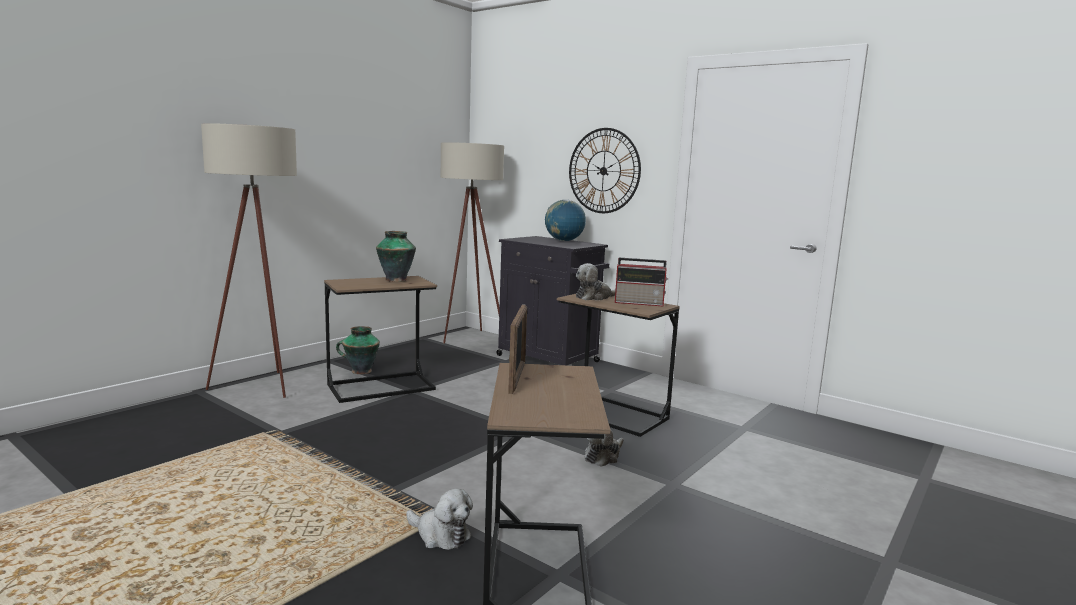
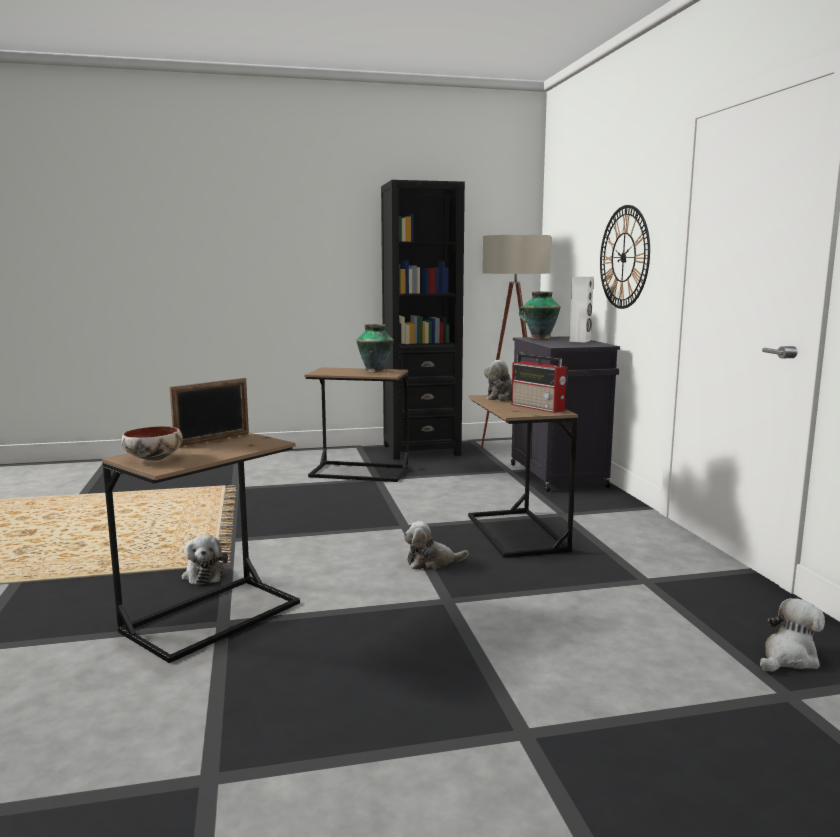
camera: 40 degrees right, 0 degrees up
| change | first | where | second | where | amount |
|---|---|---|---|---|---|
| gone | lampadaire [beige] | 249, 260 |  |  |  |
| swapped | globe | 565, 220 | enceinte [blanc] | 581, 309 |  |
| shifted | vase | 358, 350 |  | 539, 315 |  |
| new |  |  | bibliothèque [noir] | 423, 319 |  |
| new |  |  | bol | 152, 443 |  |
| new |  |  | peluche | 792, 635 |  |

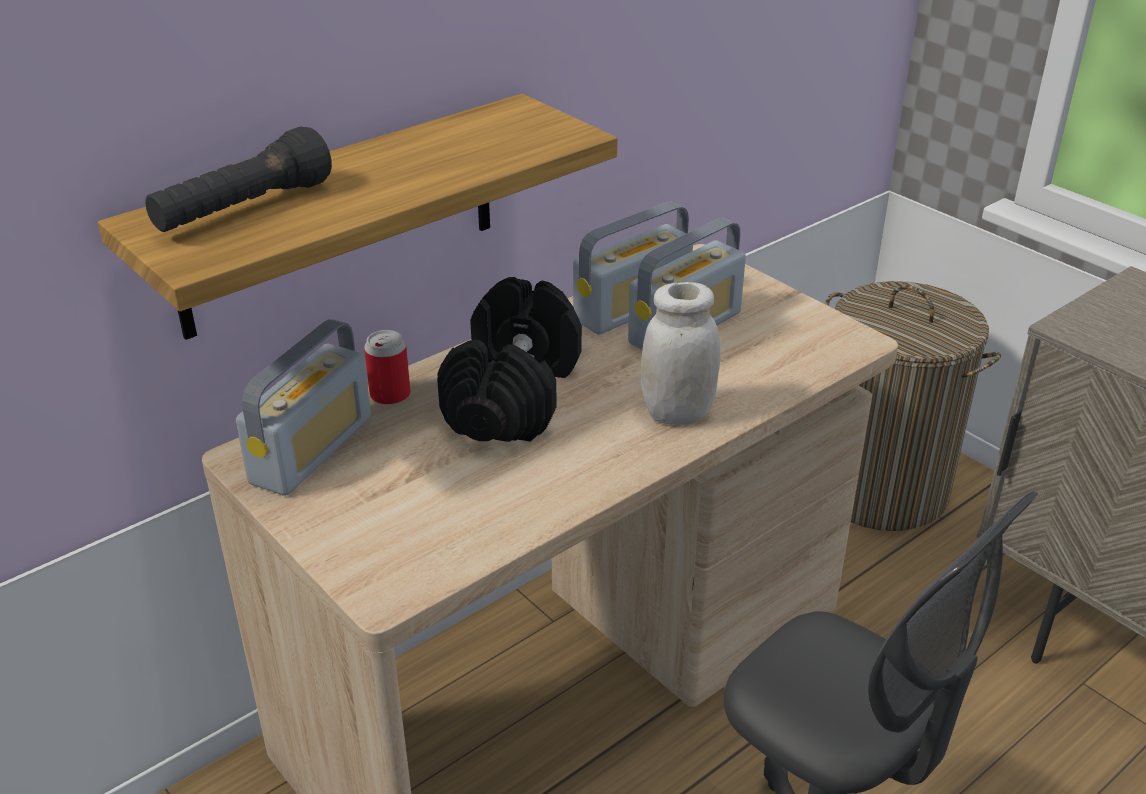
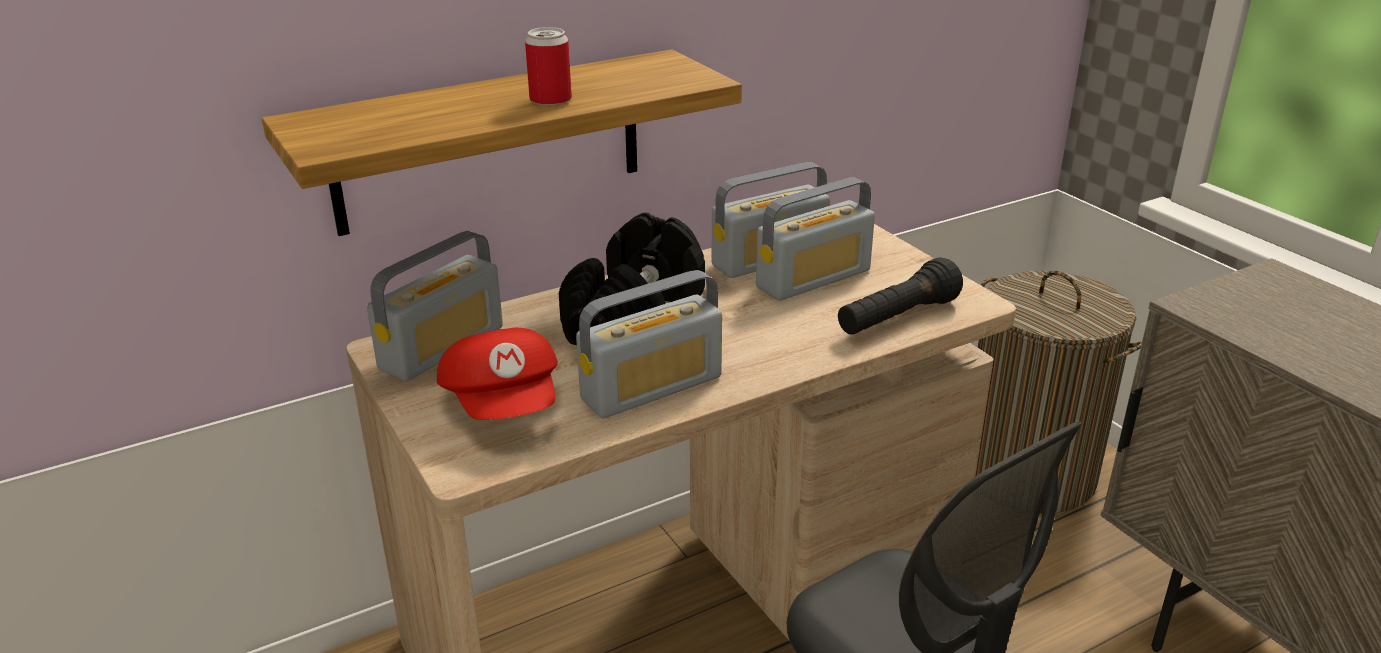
camera: 10 degrees right, 5 degrees down
| change | first | where | second | where | amount |
|---|---|---|---|---|---|
| shifted | lampe de poche [noir] | 238, 179 |  | 900, 296 |  |
| gone | bocal [blanc] | 680, 353 |  |  |  |
| shifted | boîte métallique | 387, 367 |  | 548, 66 |  |
| new |  |  | radio | 649, 344 |  |
| new |  |  | casquette [rouge] | 497, 374 |  |

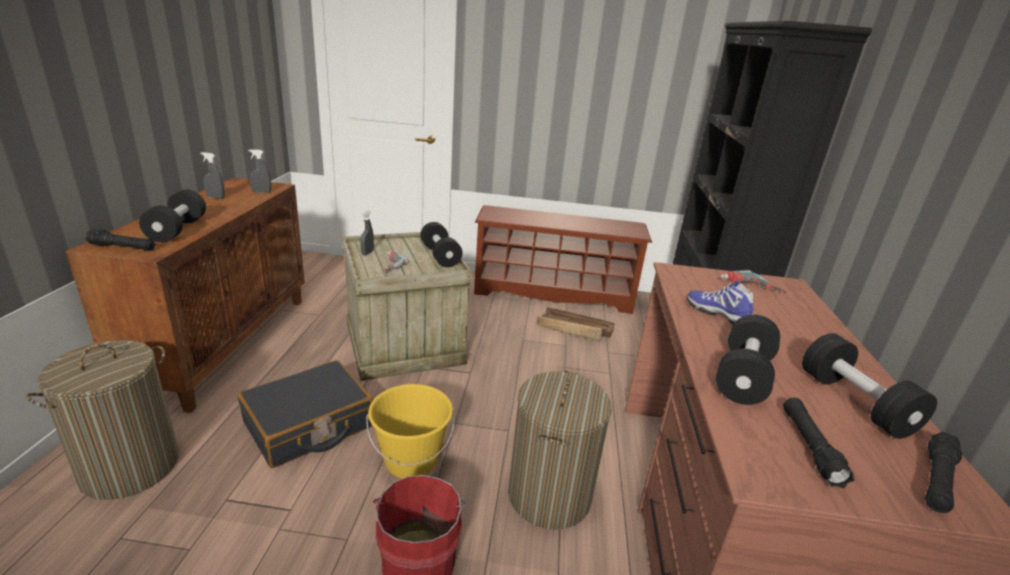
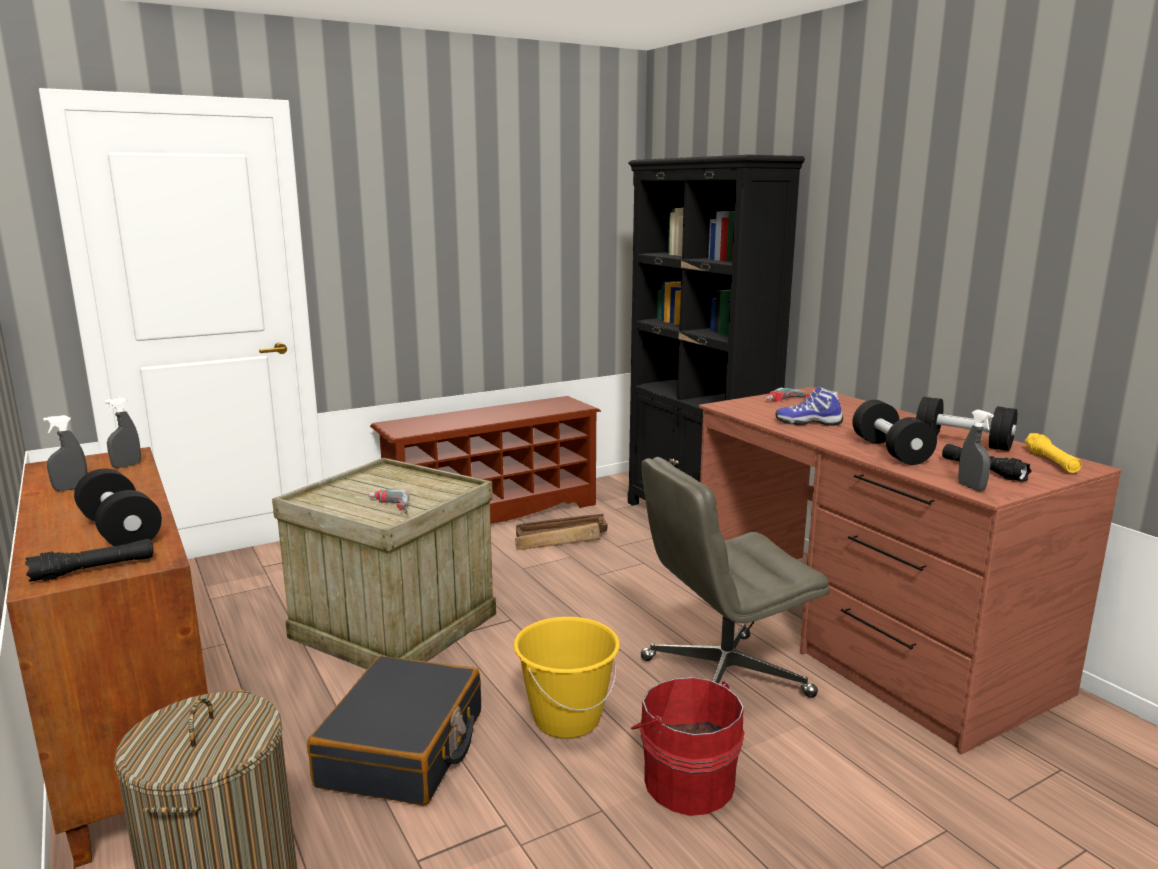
camera: 35 degrees left, 10 degrees down
| change | first | where | second | where | amount |
|---|---|---|---|---|---|
| shifted | vaporisateur [gris] | 367, 233 |  | 976, 450 |  |
| gone | haltère [noir] | 441, 244 |  |  |  |
| swapped | panier à linge | 560, 450 | chaise de bureau [gris] | 735, 577 |  |
| repainted | lampe de poche [noir] | 943, 472 | lampe de poche [jaune] | 1053, 453 |  |

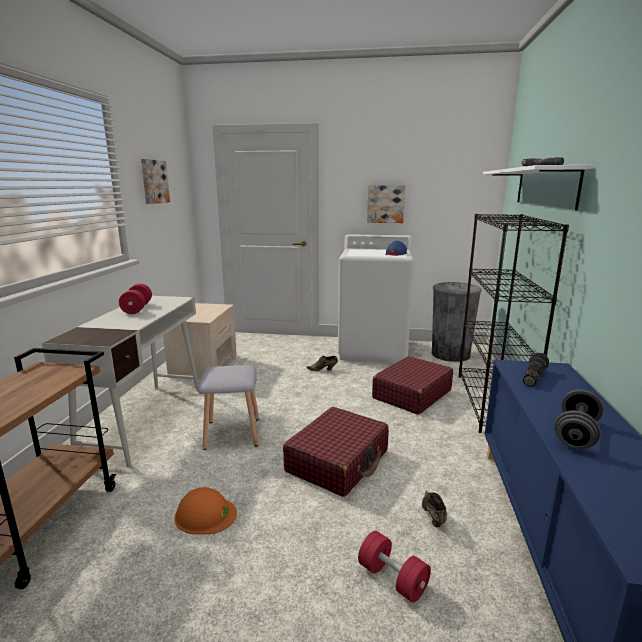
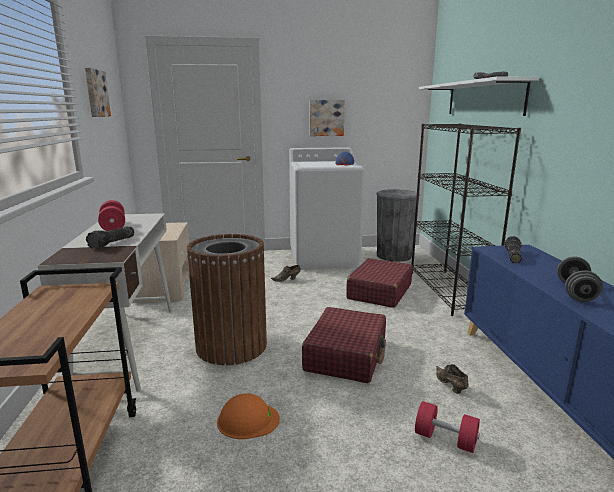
camera: 15 degrees left, 0 degrees up
| change | first | where | second | where | amount |
|---|---|---|---|---|---|
| swapped | tabouret [gris] | 228, 407 | poubelle [marron] | 227, 299 |  |
| new |  |  | lampe de poche | 110, 237 |  |

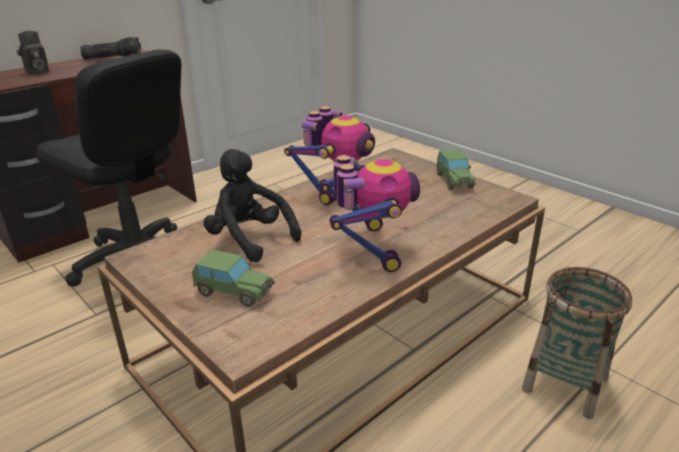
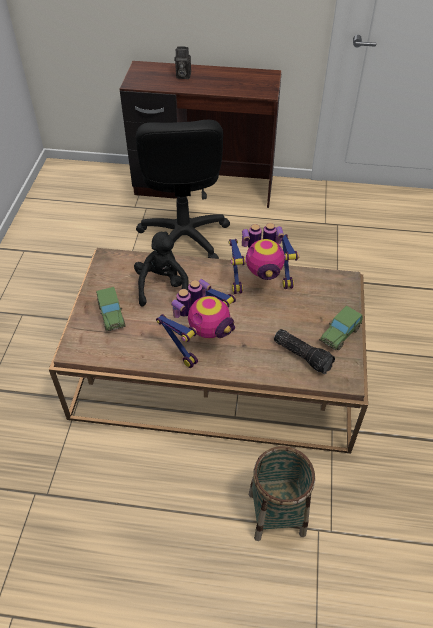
camera: 50 degrees right, 20 degrees up
| change | first | where | second | where | amount |
|---|---|---|---|---|---|
| shifted | lampe de poche | 111, 48 |  | 304, 351 |  |

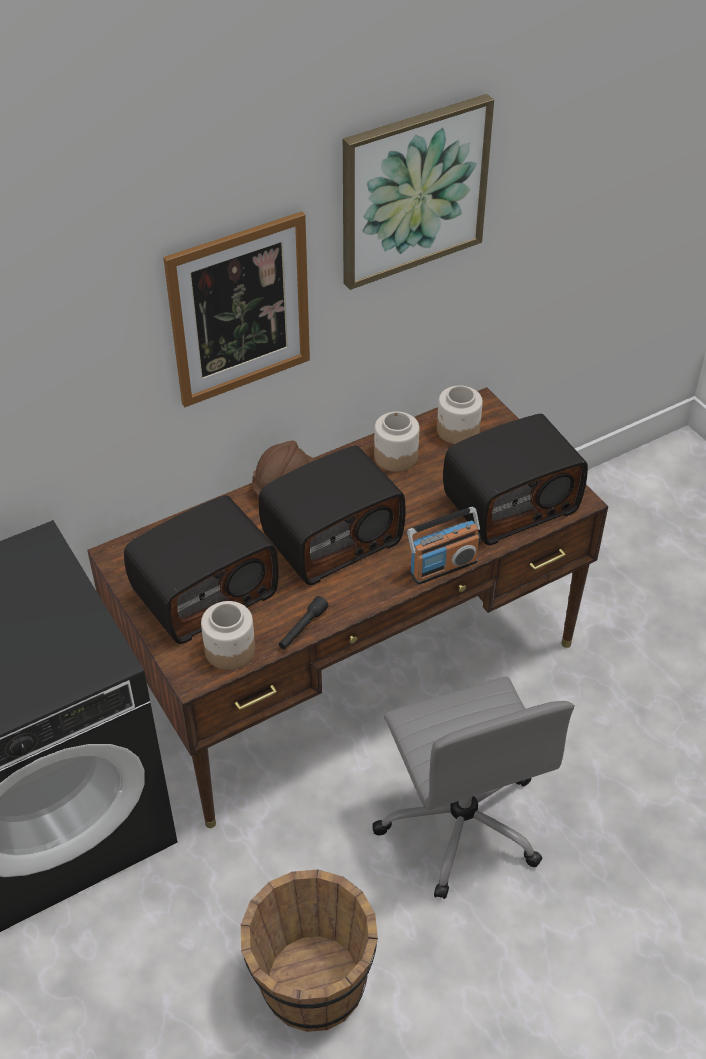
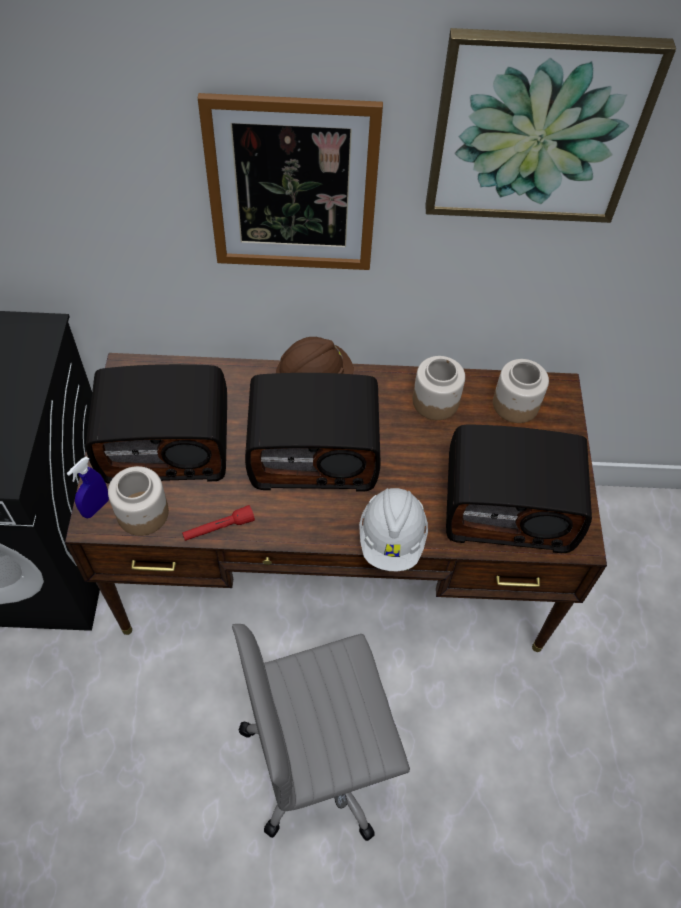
camera: 30 degrees right, 10 degrees up
| change | first | where | second | where | amount |
|---|---|---|---|---|---|
| swapped | radio | 444, 546 | casque de chantier [blanc] | 393, 529 |  |
| repainted | lampe de poche [noir] | 304, 622 | lampe de poche [rouge] | 218, 523 |  |
| rotated | chaise de bureau [gris] | 473, 787 |  | 321, 732 | 60 degrees clockwise |
| gone | seau [marron] | 309, 951 |  |  |  |
| new |  |  | vaporisateur [bleu] | 88, 487 |  |

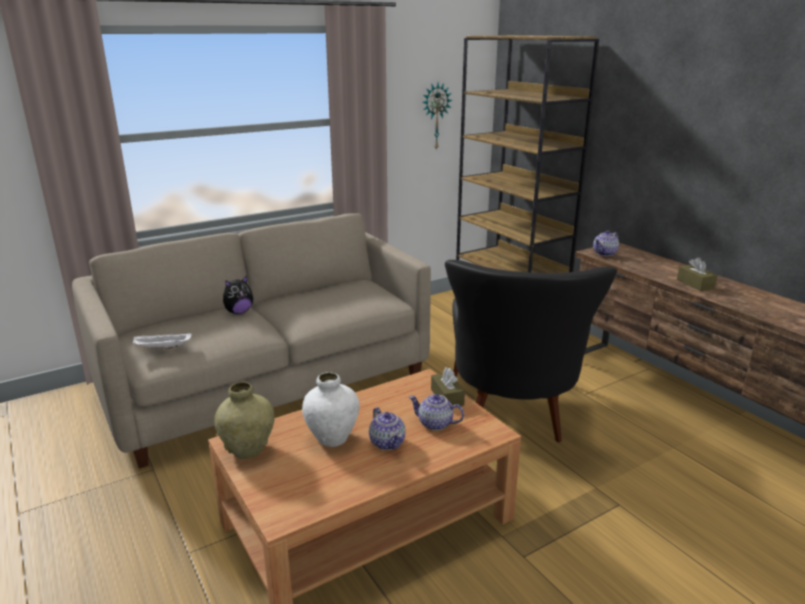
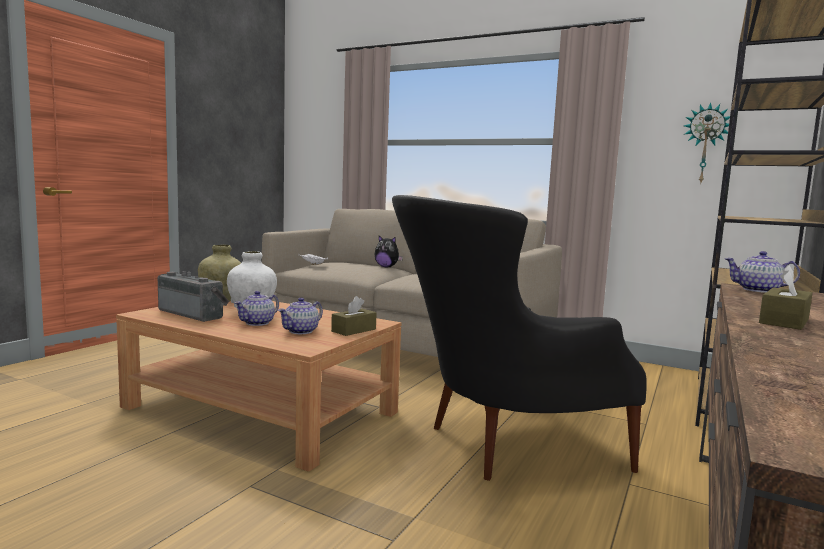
camera: 60 degrees right, 15 degrees down
| change | first | where | second | where | amount |
|---|---|---|---|---|---|
| rotated | théière | 436, 412 |  | 300, 316 | 135 degrees counterclockwise |
| new |  |  | radio | 193, 296 |  |

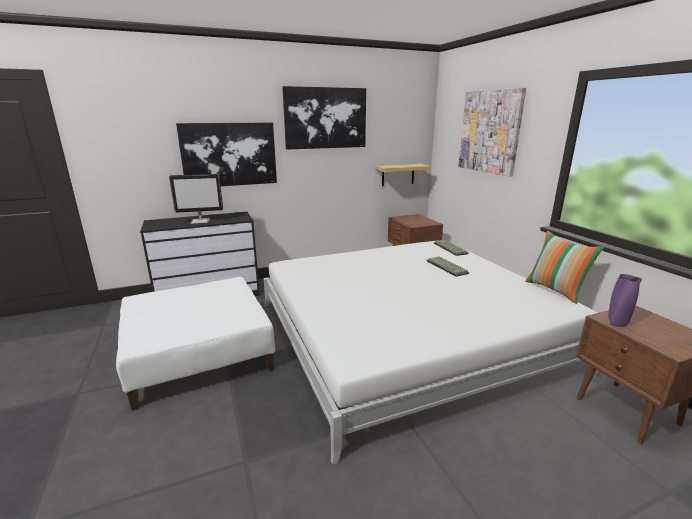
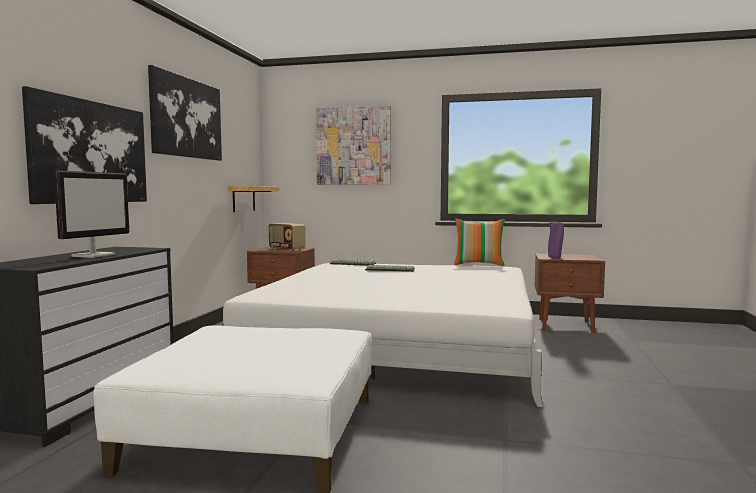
camera: 55 degrees left, 15 degrees down
| change | first | where | second | where | amount |
|---|---|---|---|---|---|
| new |  |  | radio | 287, 237 |  |

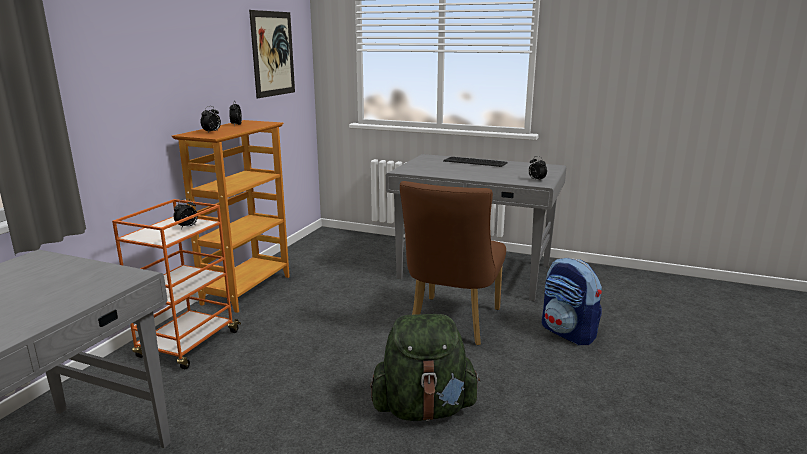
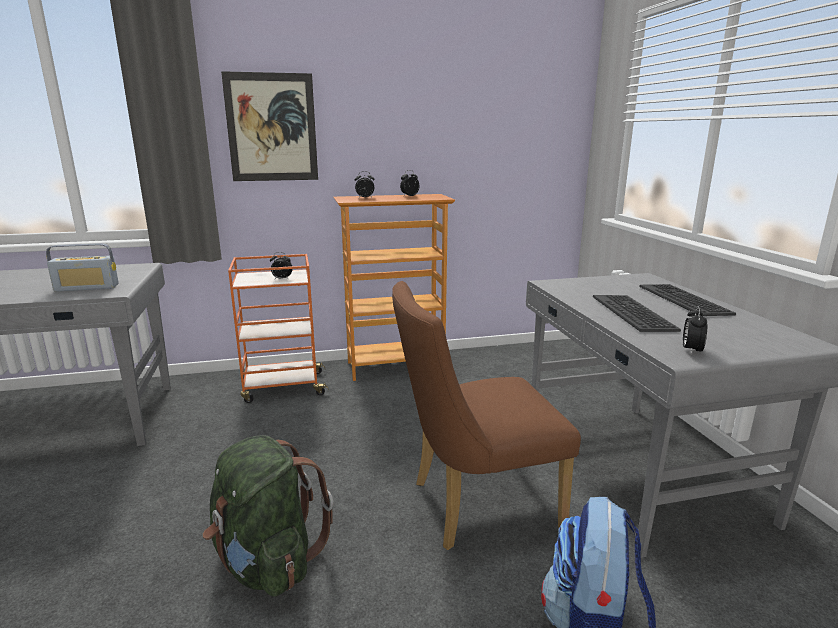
camera: 55 degrees right, 0 degrees up
| change | first | where | second | where | amount |
|---|---|---|---|---|---|
| shifted | tableau | 272, 54 |  | 269, 126 |  |
| new |  |  | radio | 82, 267 |  |
| new |  |  | clavier | 637, 313 |  |

